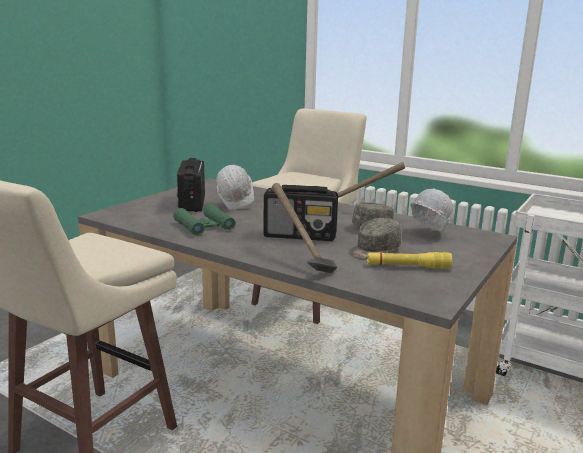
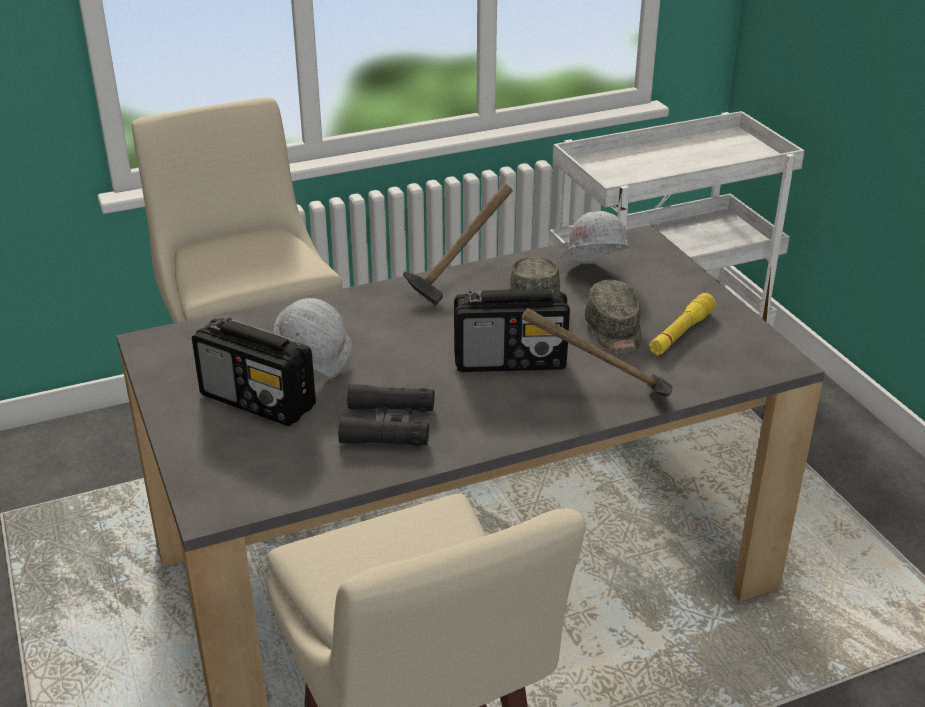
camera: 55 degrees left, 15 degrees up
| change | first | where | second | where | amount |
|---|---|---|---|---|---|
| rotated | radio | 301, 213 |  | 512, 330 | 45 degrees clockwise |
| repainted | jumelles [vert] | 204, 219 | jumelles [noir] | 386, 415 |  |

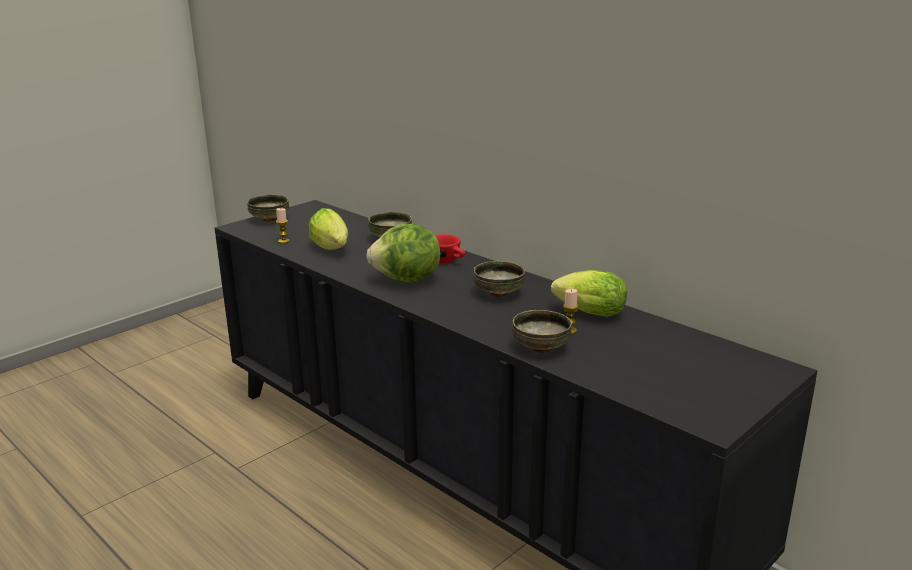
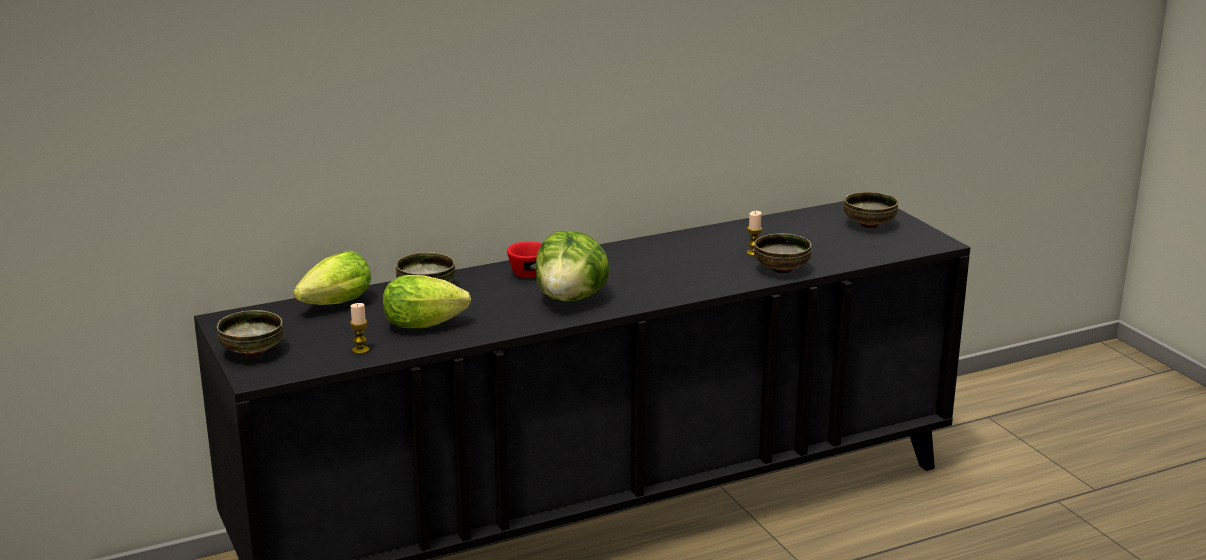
camera: 70 degrees left, 0 degrees up
| change | first | where | second | where | amount |
|---|---|---|---|---|---|
| shifted | bol | 499, 279 |  | 871, 210 |  |
| shifted | laitue | 589, 293 |  | 332, 278 |  |

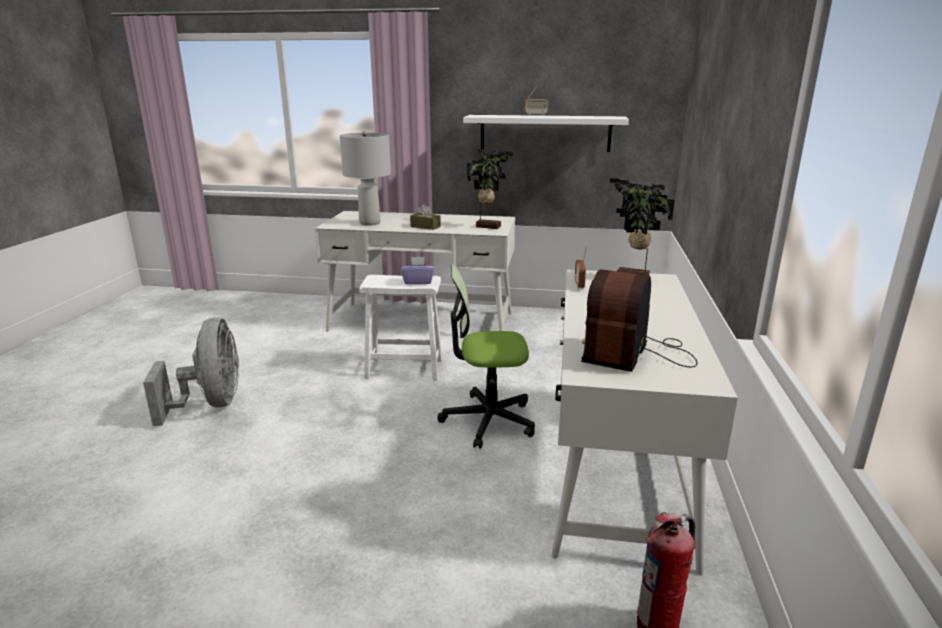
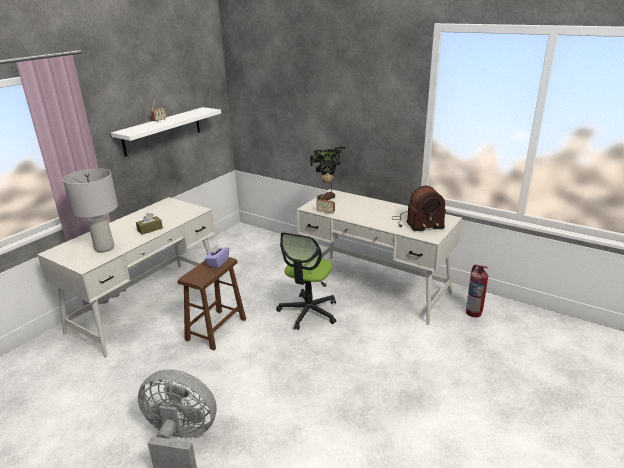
camera: 65 degrees left, 5 degrees up
| change | first | where | second | where | amount |
|---|---|---|---|---|---|
| gone | plante en pot | 490, 189 |  |  |  |
| rotated | radio | 639, 320 |  | 419, 208 | 60 degrees counterclockwise |
| repainted | tabouret [blanc] | 400, 328 | tabouret [marron] | 211, 303 |  |

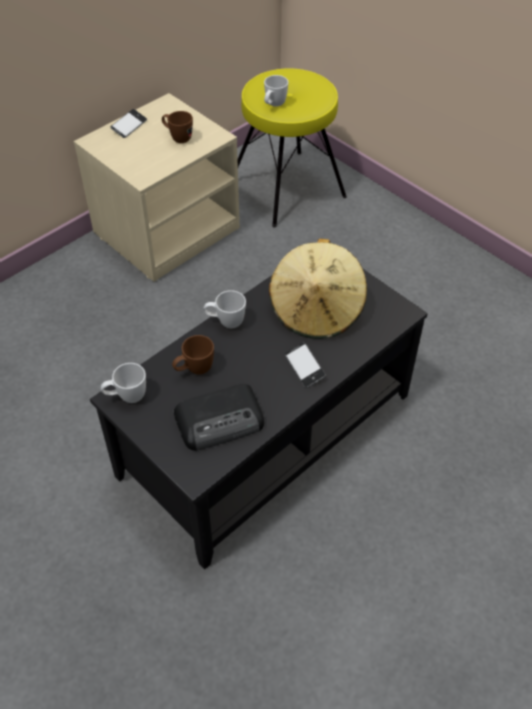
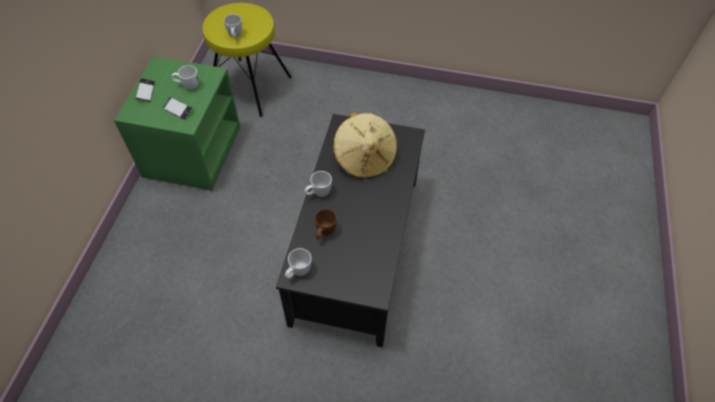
camera: 35 degrees left, 5 degrees up
| change | first | where | second | where | amount |
|---|---|---|---|---|---|
| repainted | table de chevet [beige] | 157, 187 | table de chevet [vert] | 177, 123 |  |
| repainted | mug [marron] | 177, 127 | mug [blanc] | 185, 77 |  |
| shifted | téléphone | 305, 365 |  | 178, 108 |  |
| gone | radio | 219, 417 |  |  |  |

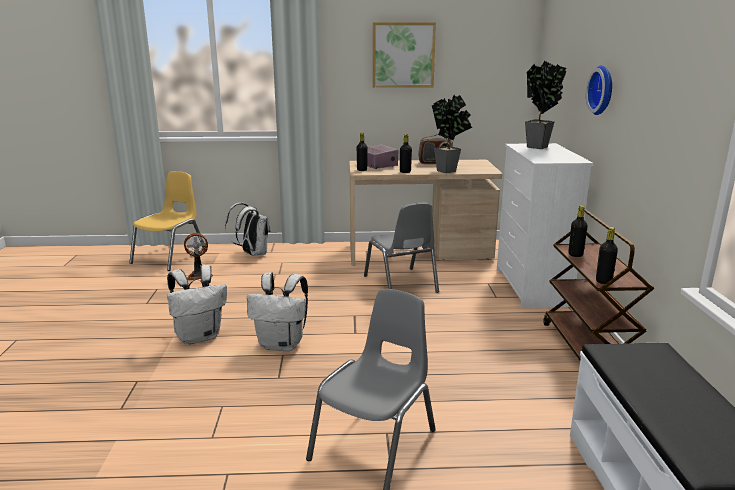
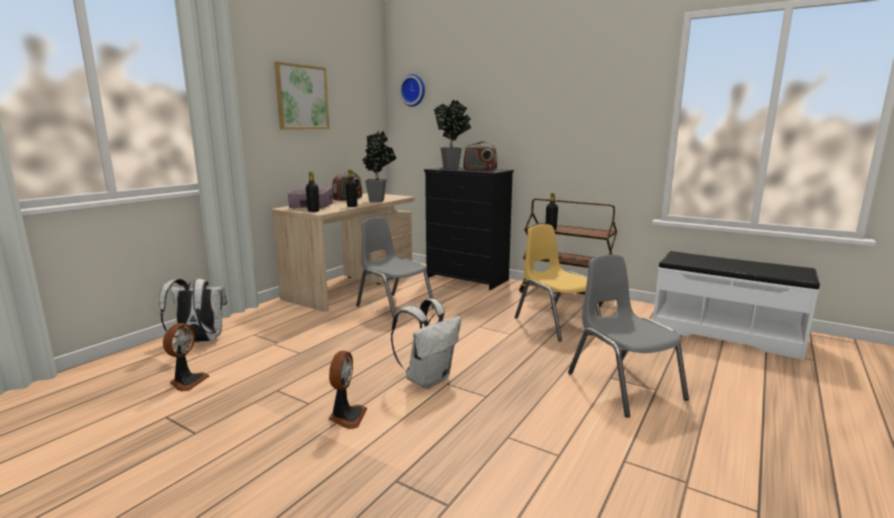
camera: 55 degrees left, 5 degrees down
| change | first | where | second | where | amount |
|---|---|---|---|---|---|
| shifted | horloge murale | 599, 90 |  | 412, 90 |  |
| repainted | commode [blanc] | 545, 225 | commode [noir] | 469, 228 |  |
| shifted | chaise [jaune] | 167, 221 |  | 558, 282 |  |
| rotated | chaise [gris] | 401, 248 |  | 395, 267 | 150 degrees counterclockwise |
| gone | bouteille [noir] | 607, 255 |  |  |  |
| swapped | sac à dos [blanc] | 197, 304 | ventilateur | 348, 390 |  |
| new |  |  | radio | 480, 156 |  |

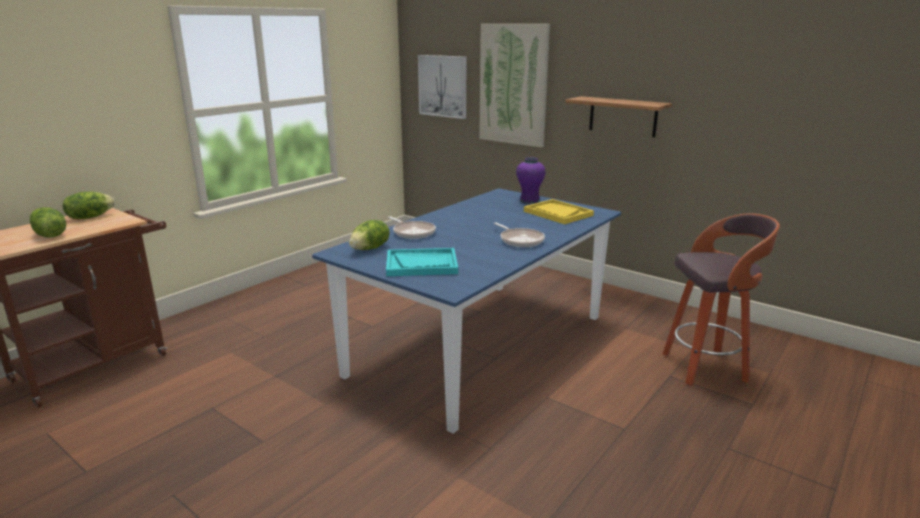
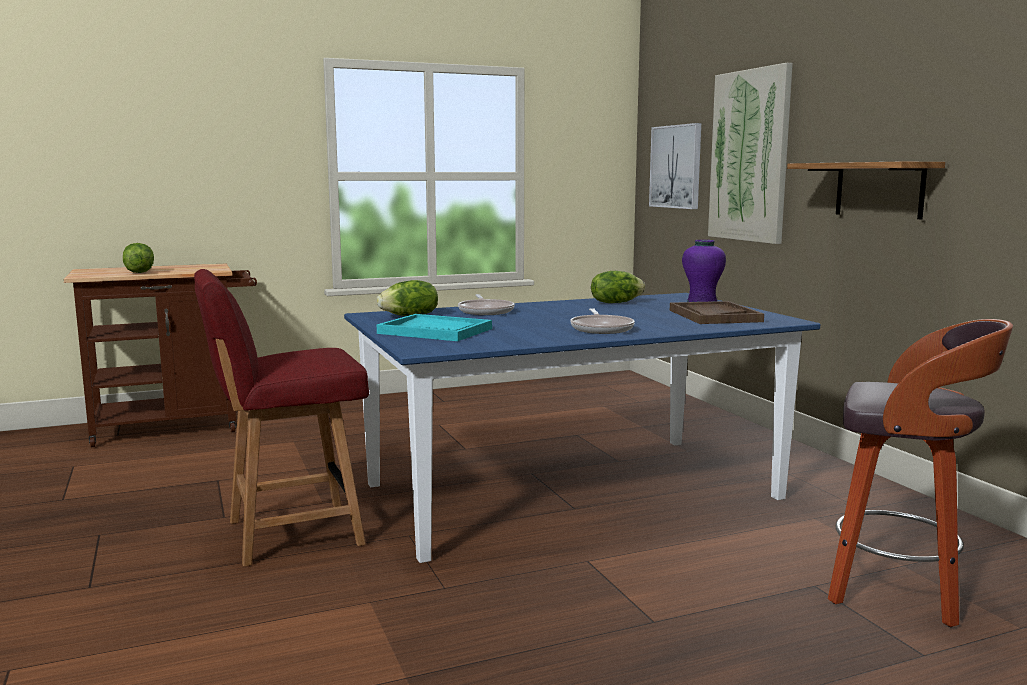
camera: 30 degrees right, 10 degrees down
| change | first | where | second | where | amount |
|---|---|---|---|---|---|
| shifted | laitue | 89, 205 |  | 618, 287 |  |
| repainted | plateau [jaune] | 559, 211 | plateau [marron] | 717, 312 |  |
| new |  |  | chaise [rouge] | 281, 418 |  |

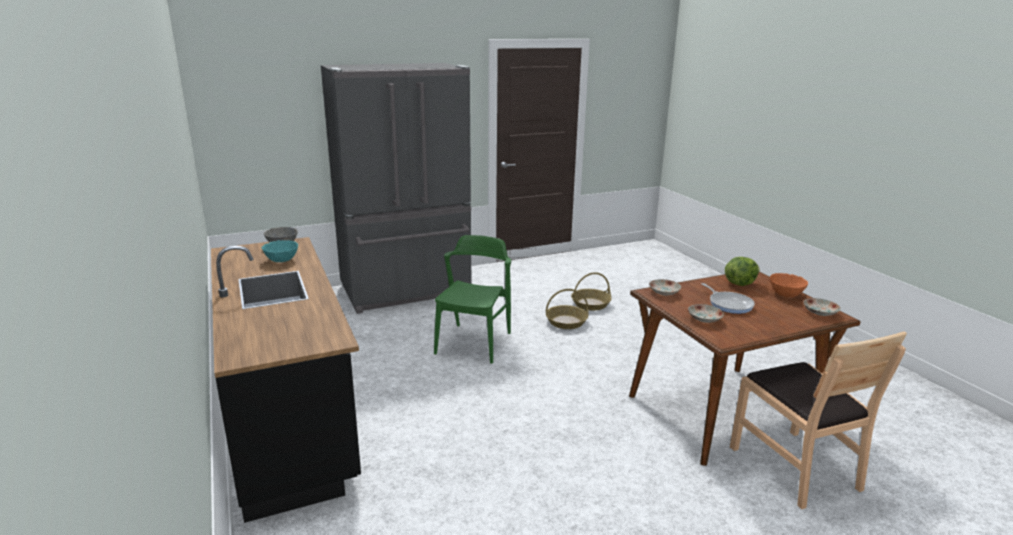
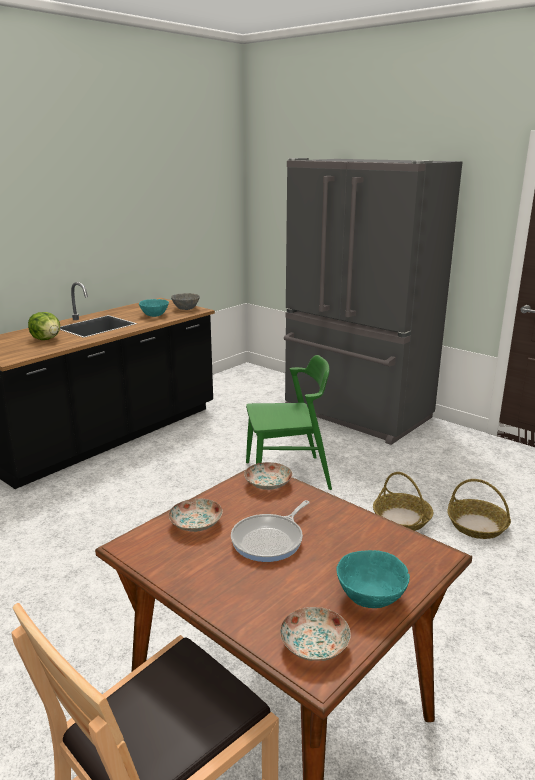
camera: 65 degrees right, 0 degrees up
| change | first | where | second | where | amount |
|---|---|---|---|---|---|
| shifted | laitue | 742, 271 |  | 44, 326 |  |
| repainted | bol [orange] | 789, 285 | bol [turquoise] | 373, 579 |  |

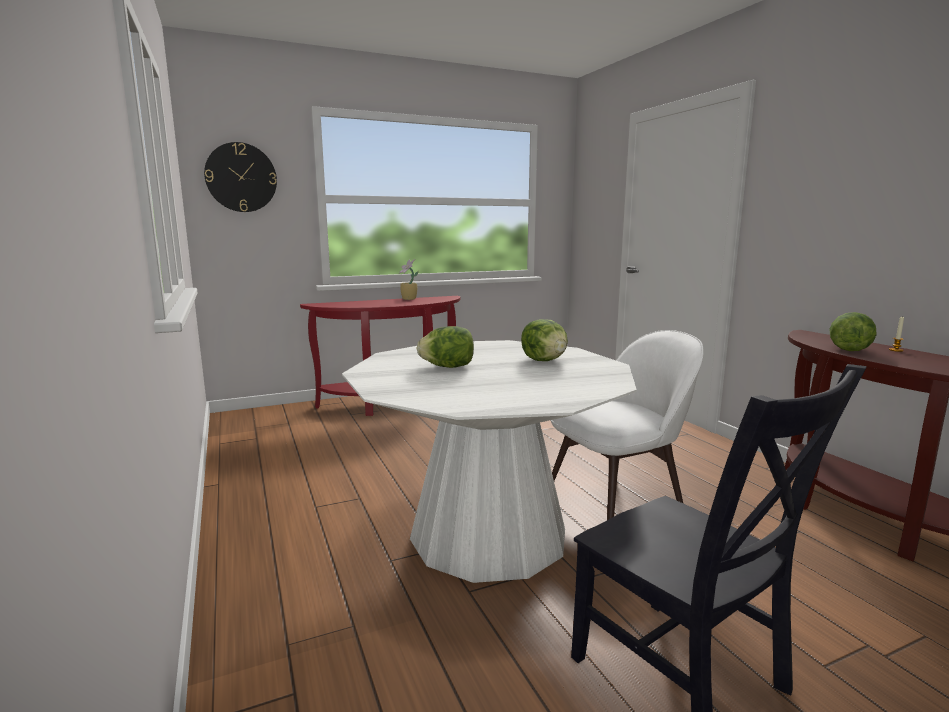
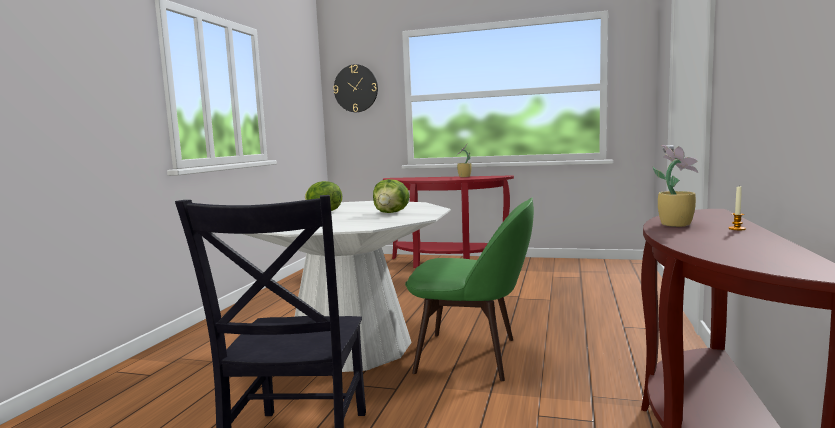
camera: 40 degrees right, 5 degrees down
| change | first | where | second | where | amount |
|---|---|---|---|---|---|
| swapped | laitue | 853, 331 | plante en pot | 675, 186 |  |
| repainted | chaise [blanc] | 627, 425 | chaise [vert] | 469, 289 |  |

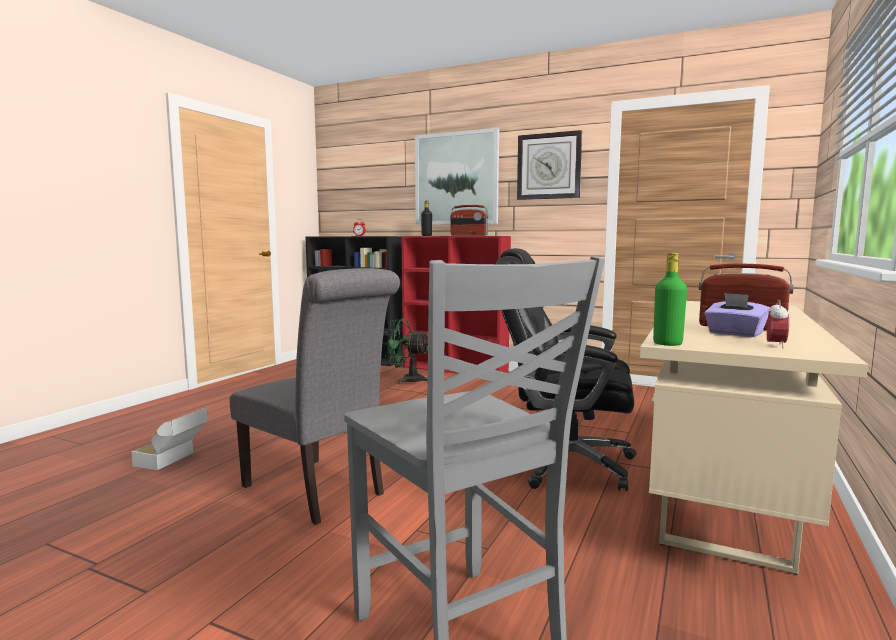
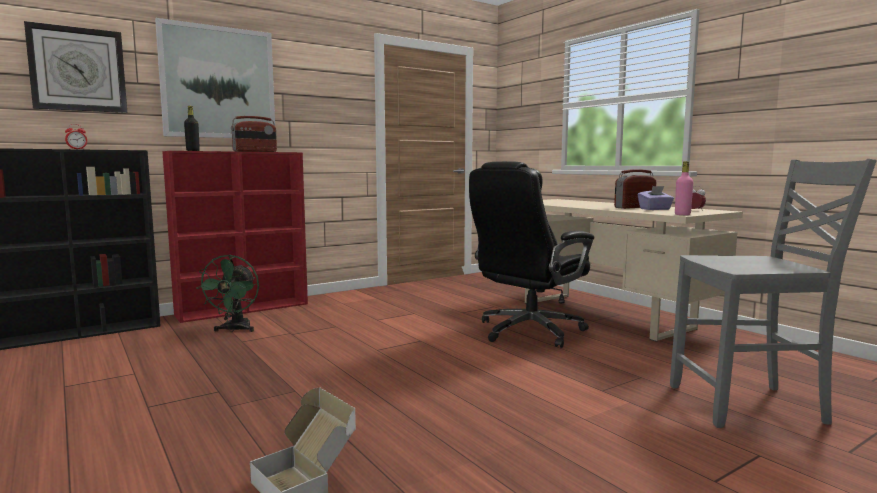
camera: 60 degrees left, 0 degrees up
| change | first | where | second | where | amount |
|---|---|---|---|---|---|
| shifted | horloge murale | 549, 165 |  | 75, 67 |  |
| repainted | bouteille [vert] | 670, 299 | bouteille [rose] | 684, 188 |  |
| gone | chaise [gris] | 315, 396 |  |  |  |
| rotated | ventilateur [vert] | 405, 351 |  | 227, 293 | 45 degrees counterclockwise |

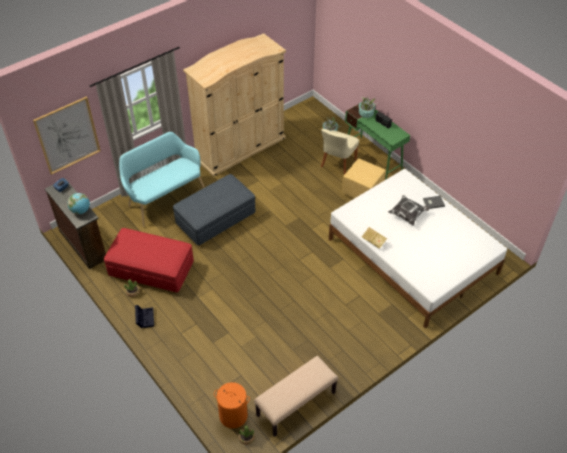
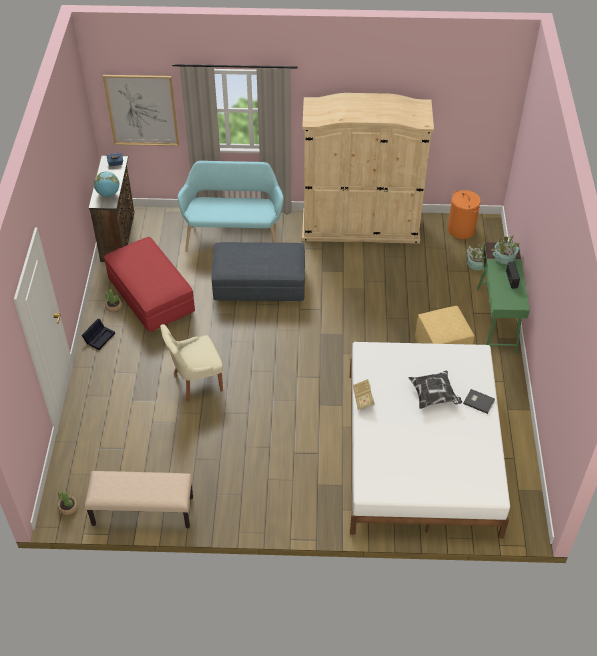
camera: 40 degrees right, 0 degrees up
| change | first | where | second | where | amount |
|---|---|---|---|---|---|
| shifted | chaise [beige] | 340, 151 |  | 191, 363 |  |
| shifted | panier à linge [orange] | 232, 405 |  | 464, 214 |  |

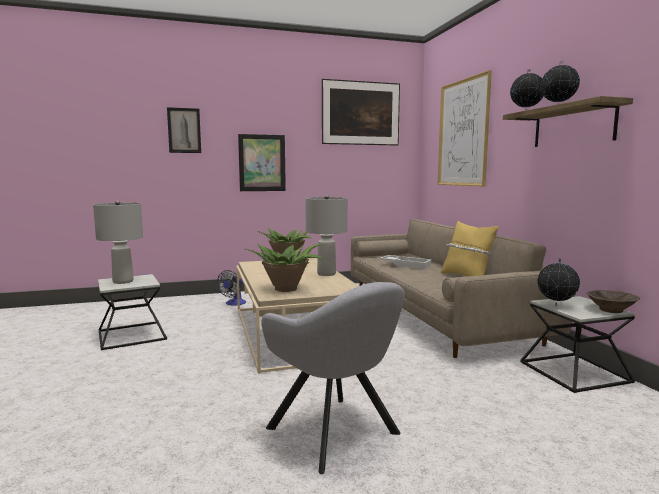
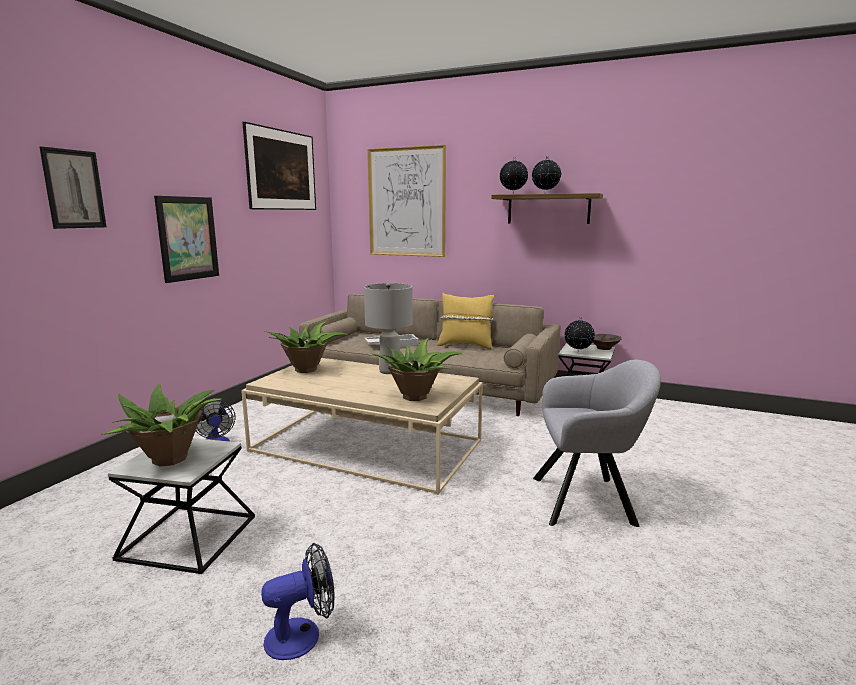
camera: 50 degrees left, 5 degrees up
| change | first | where | second | where | amount |
|---|---|---|---|---|---|
| swapped | lampe de table [gris] | 118, 242 | plante en pot | 161, 425 |  |
| new |  |  | ventilateur | 298, 601 |  |

